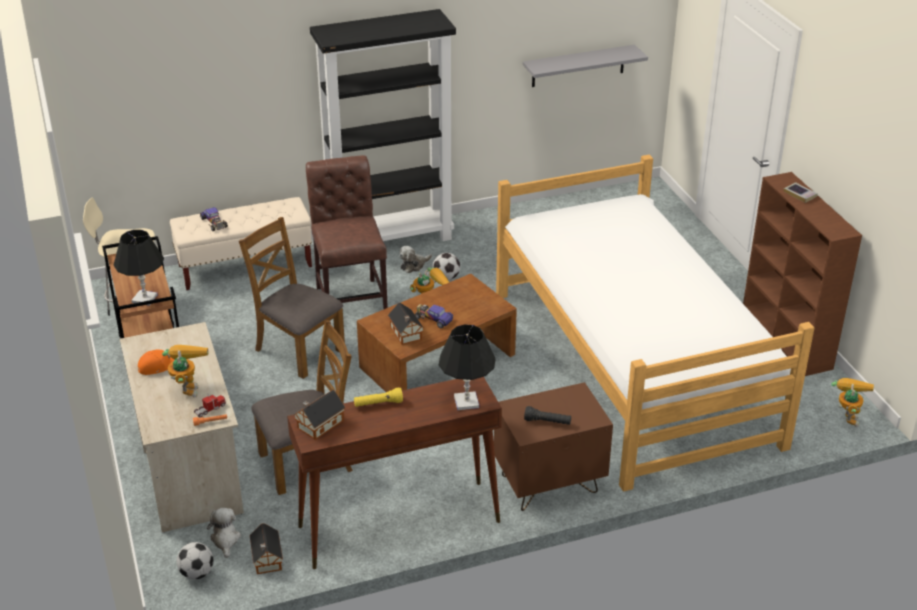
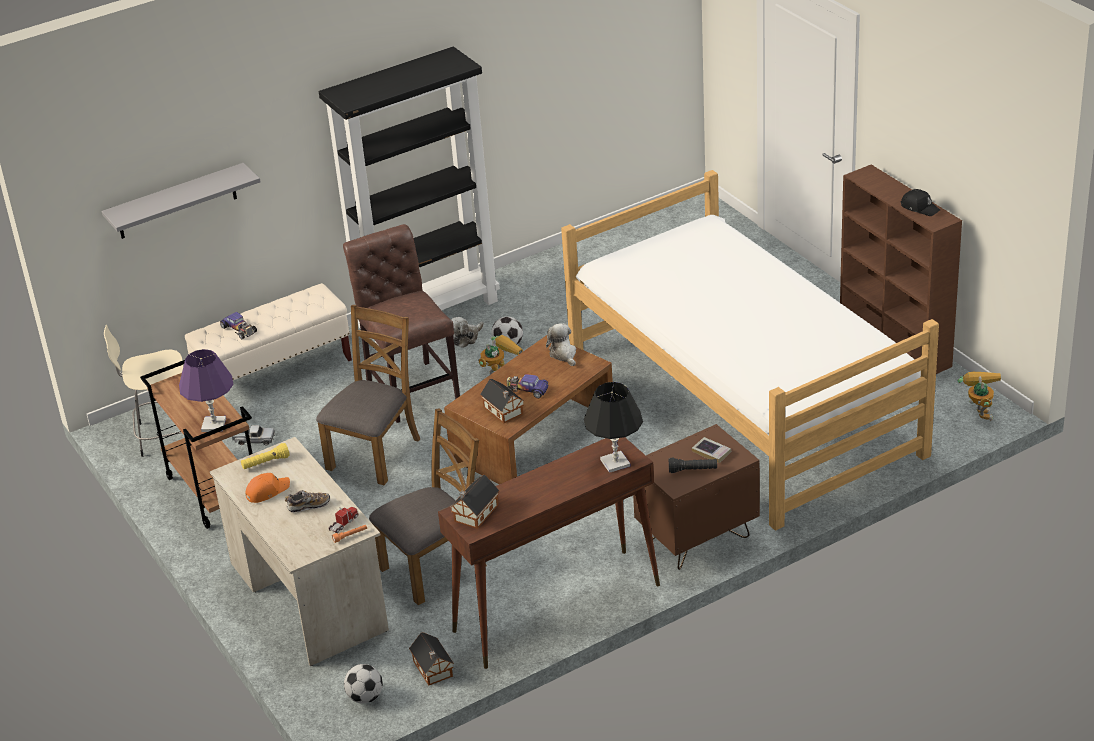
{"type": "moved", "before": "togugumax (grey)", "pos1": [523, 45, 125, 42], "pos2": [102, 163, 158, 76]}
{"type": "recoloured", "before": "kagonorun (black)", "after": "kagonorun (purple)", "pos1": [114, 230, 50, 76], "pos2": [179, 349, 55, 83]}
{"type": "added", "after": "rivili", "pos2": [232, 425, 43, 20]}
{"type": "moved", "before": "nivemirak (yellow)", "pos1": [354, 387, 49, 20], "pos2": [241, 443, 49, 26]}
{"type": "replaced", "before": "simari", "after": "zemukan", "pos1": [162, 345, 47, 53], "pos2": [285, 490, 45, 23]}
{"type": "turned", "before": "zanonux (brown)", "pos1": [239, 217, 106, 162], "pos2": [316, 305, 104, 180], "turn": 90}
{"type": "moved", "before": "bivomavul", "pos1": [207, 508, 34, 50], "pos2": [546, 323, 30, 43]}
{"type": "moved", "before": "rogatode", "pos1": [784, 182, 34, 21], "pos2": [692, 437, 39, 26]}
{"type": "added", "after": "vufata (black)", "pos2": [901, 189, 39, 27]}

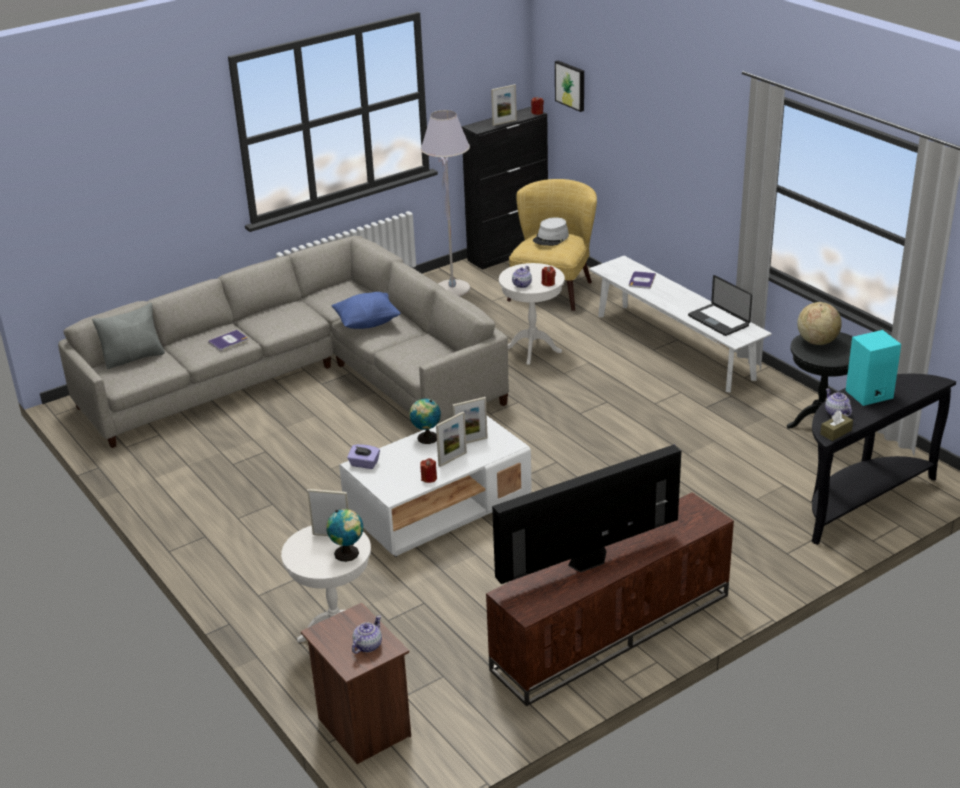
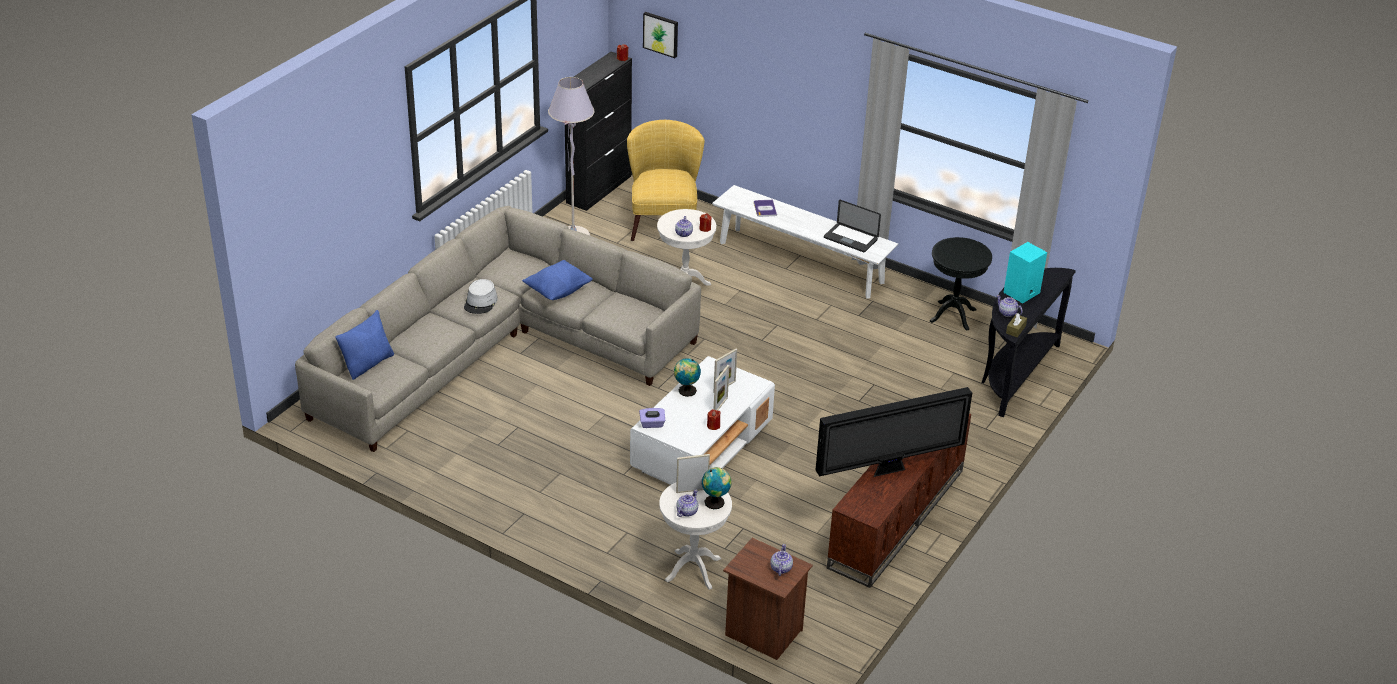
{"type": "recoloured", "before": "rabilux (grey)", "after": "rabilux (blue)", "pos1": [92, 302, 73, 67], "pos2": [336, 310, 58, 70]}
{"type": "moved", "before": "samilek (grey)", "pos1": [533, 217, 36, 29], "pos2": [464, 279, 34, 35]}
{"type": "added", "after": "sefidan", "pos2": [676, 490, 22, 27]}
{"type": "turned", "before": "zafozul", "pos1": [492, 445, 189, 139], "pos2": [816, 387, 156, 90], "turn": -150}
{"type": "removed", "before": "rogatode", "pos1": [208, 330, 40, 21]}
{"type": "removed", "before": "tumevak", "pos1": [491, 84, 26, 42]}
{"type": "removed", "before": "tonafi", "pos1": [797, 302, 45, 43]}

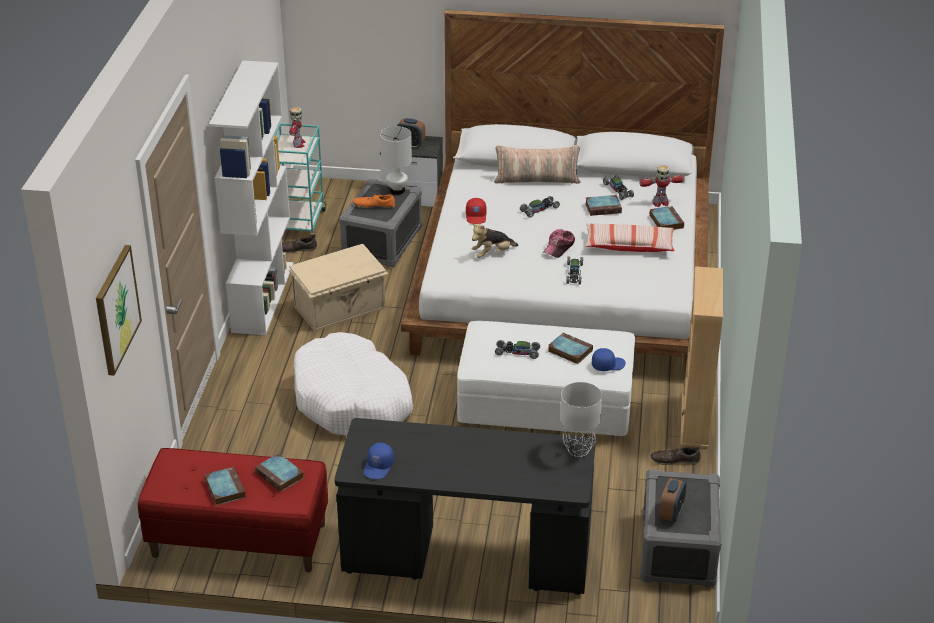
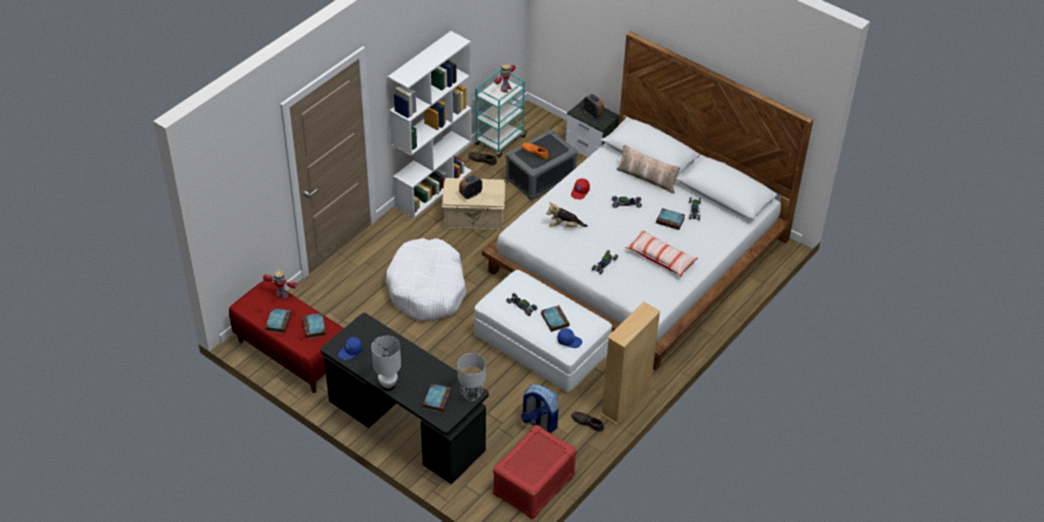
{"type": "moved", "before": "simari", "pos1": [639, 165, 45, 42], "pos2": [263, 270, 34, 31]}
{"type": "moved", "before": "kagonorun (white)", "pos1": [380, 126, 32, 69], "pos2": [371, 336, 30, 55]}
{"type": "moved", "before": "rogatode", "pos1": [649, 206, 35, 24], "pos2": [423, 384, 29, 29]}
{"type": "moved", "before": "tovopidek", "pos1": [659, 478, 27, 44], "pos2": [459, 174, 23, 25]}
{"type": "recoloured", "before": "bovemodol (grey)", "after": "bovemodol (red)", "pos1": [640, 469, 81, 118], "pos2": [493, 425, 84, 94]}
{"type": "added", "after": "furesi", "pos2": [521, 384, 37, 49]}
{"type": "removed", "before": "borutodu", "pos1": [96, 245, 46, 131]}
{"type": "removed", "before": "vufata", "pos1": [543, 229, 32, 29]}

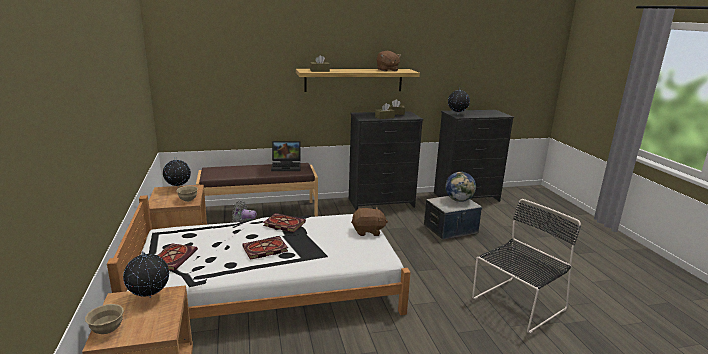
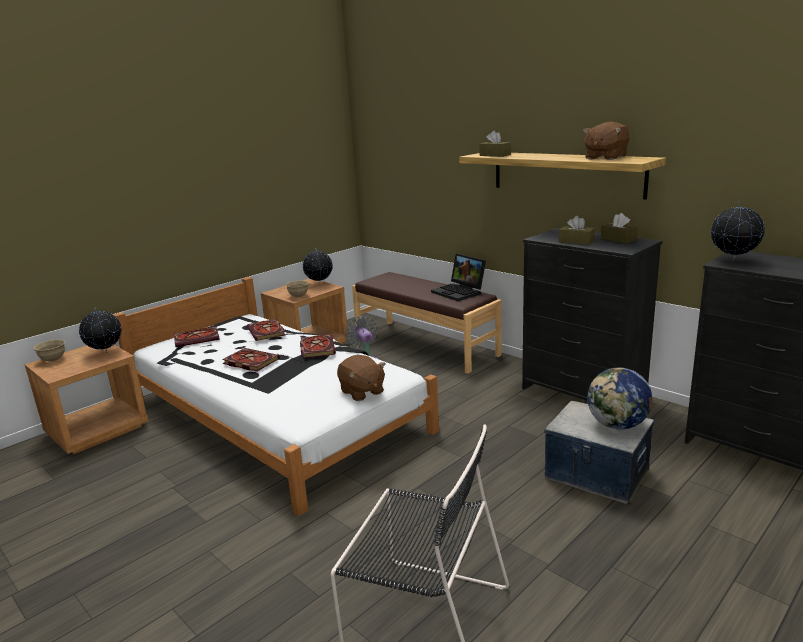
{"type": "added", "after": "rogatode", "pos2": [247, 319, 38, 22]}

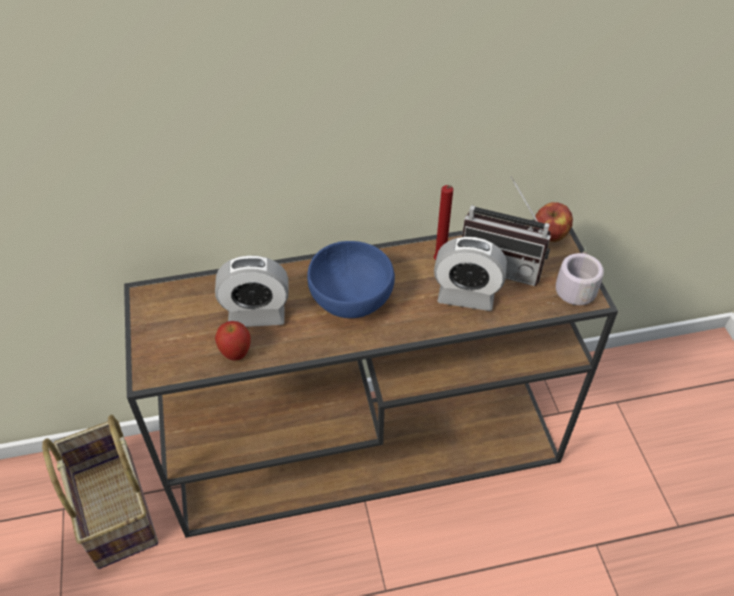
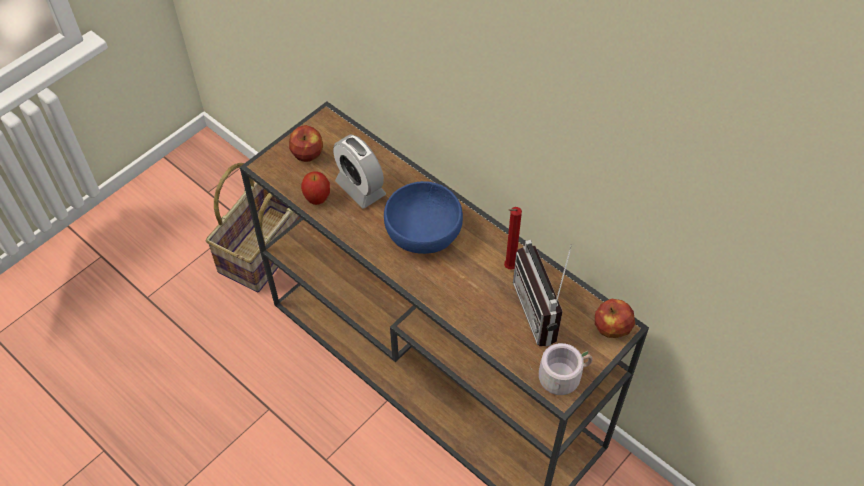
{"type": "added", "after": "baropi", "pos2": [289, 125, 34, 37]}
{"type": "removed", "before": "tovopidek", "pos1": [434, 237, 73, 74]}

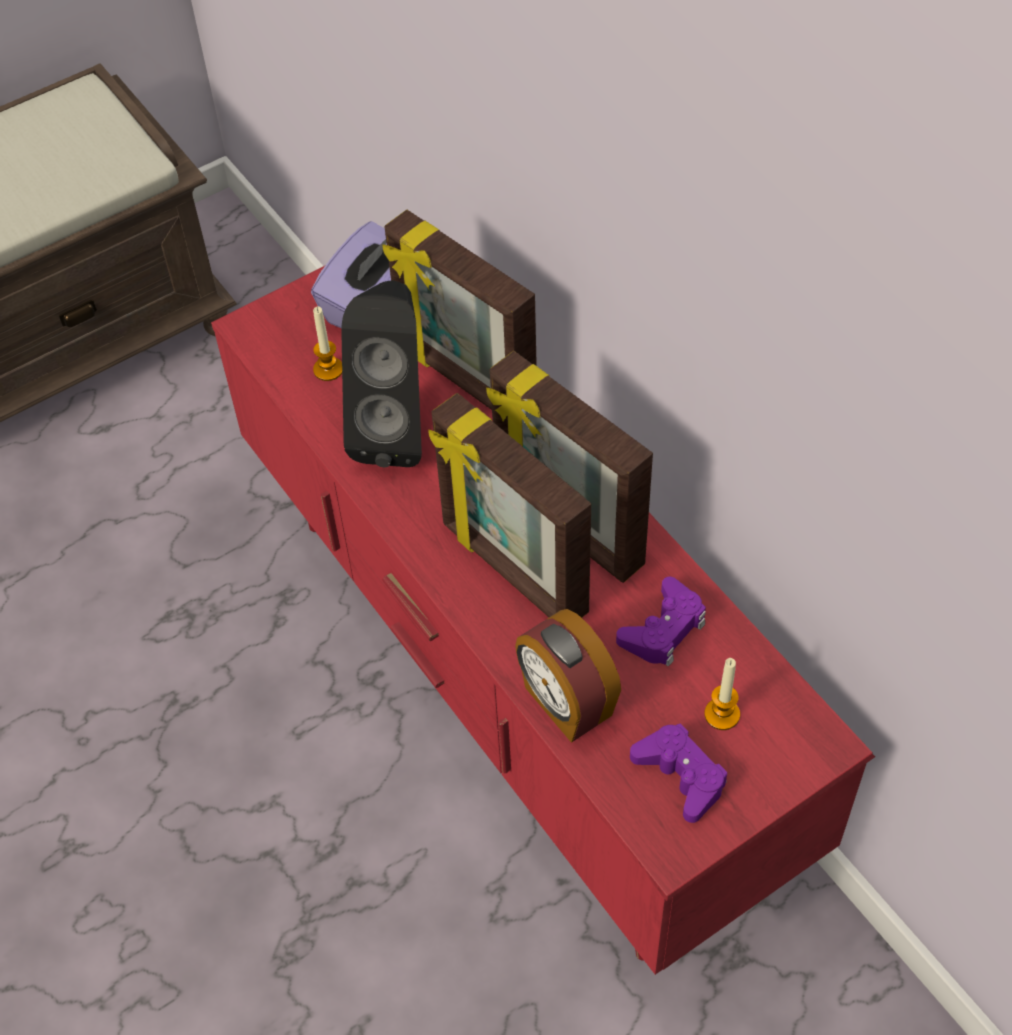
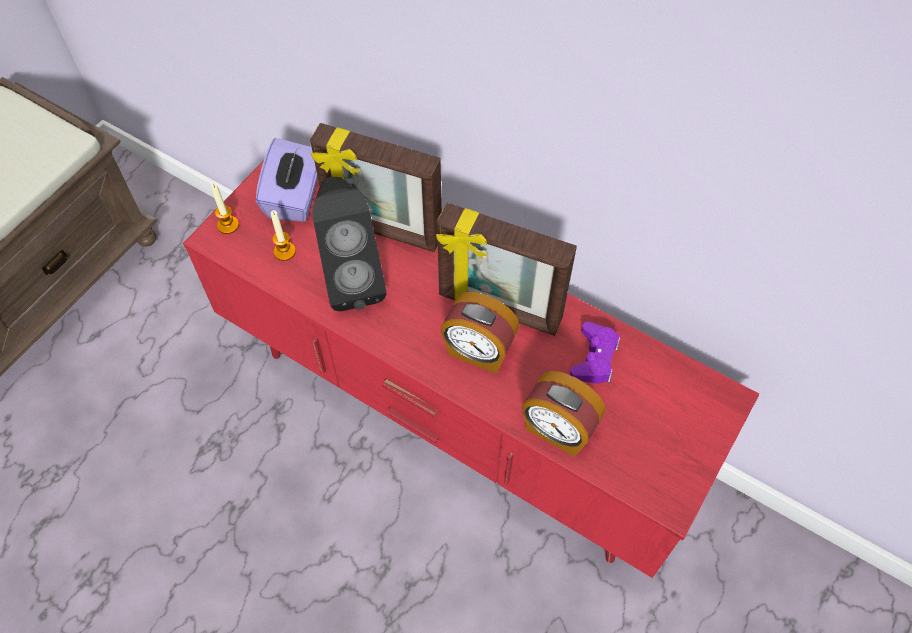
{"type": "moved", "before": "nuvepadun", "pos1": [704, 658, 36, 72], "pos2": [211, 183, 28, 51]}
{"type": "replaced", "before": "tumevak", "after": "tovopidek", "pos1": [428, 393, 163, 225], "pos2": [440, 292, 80, 82]}
{"type": "removed", "before": "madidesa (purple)", "pos1": [630, 724, 97, 99]}

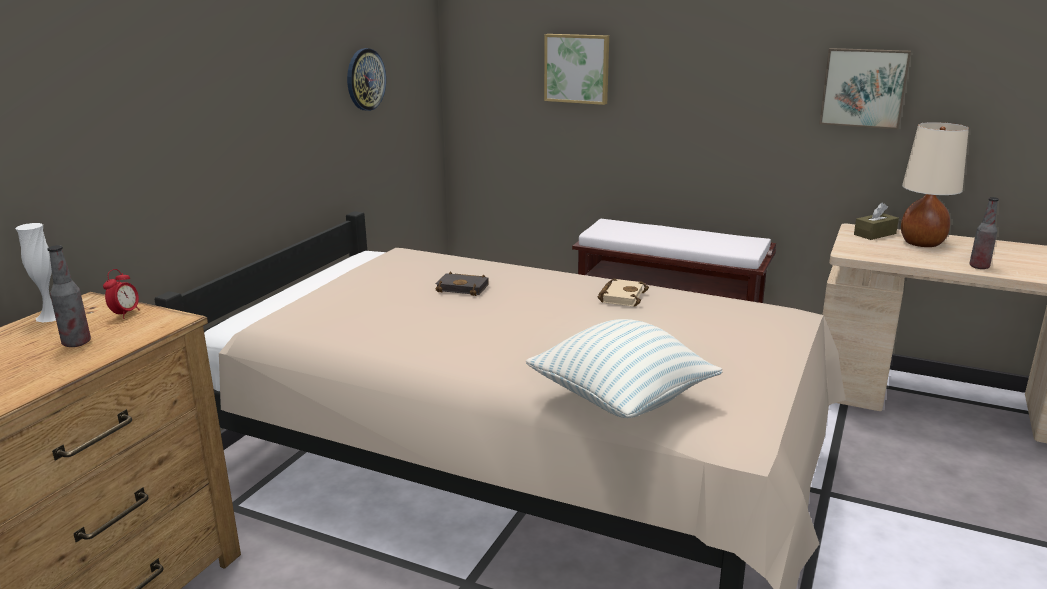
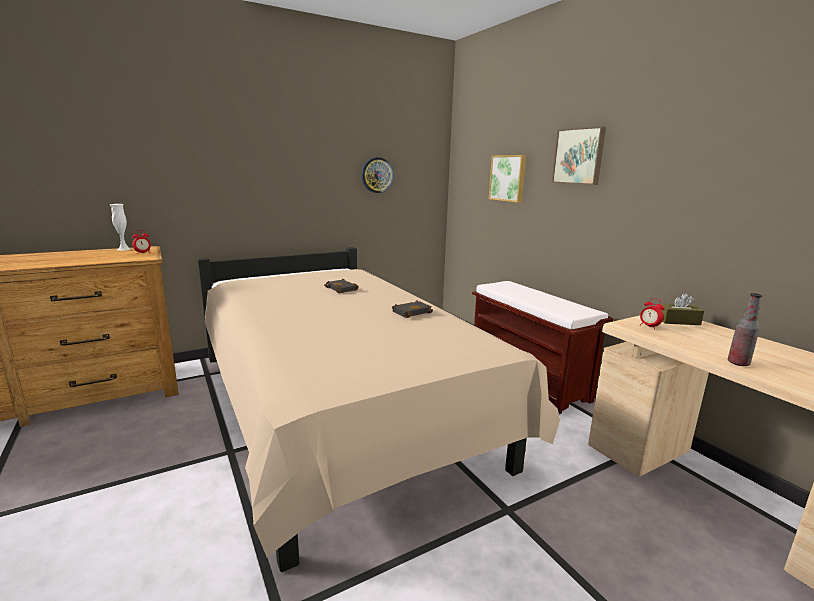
{"type": "recoloured", "before": "rogatode (beige)", "after": "rogatode (black)", "pos1": [598, 278, 51, 29], "pos2": [392, 300, 41, 18]}
{"type": "moved", "before": "borutodu", "pos1": [819, 48, 92, 81], "pos2": [552, 127, 54, 58]}
{"type": "added", "after": "tovopidek", "pos2": [640, 298, 25, 32]}
{"type": "removed", "before": "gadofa", "pos1": [47, 245, 44, 102]}
{"type": "removed", "before": "rabilux", "pos1": [526, 319, 197, 99]}
{"type": "removed", "before": "kagonorun (beige)", "pos1": [901, 122, 68, 125]}

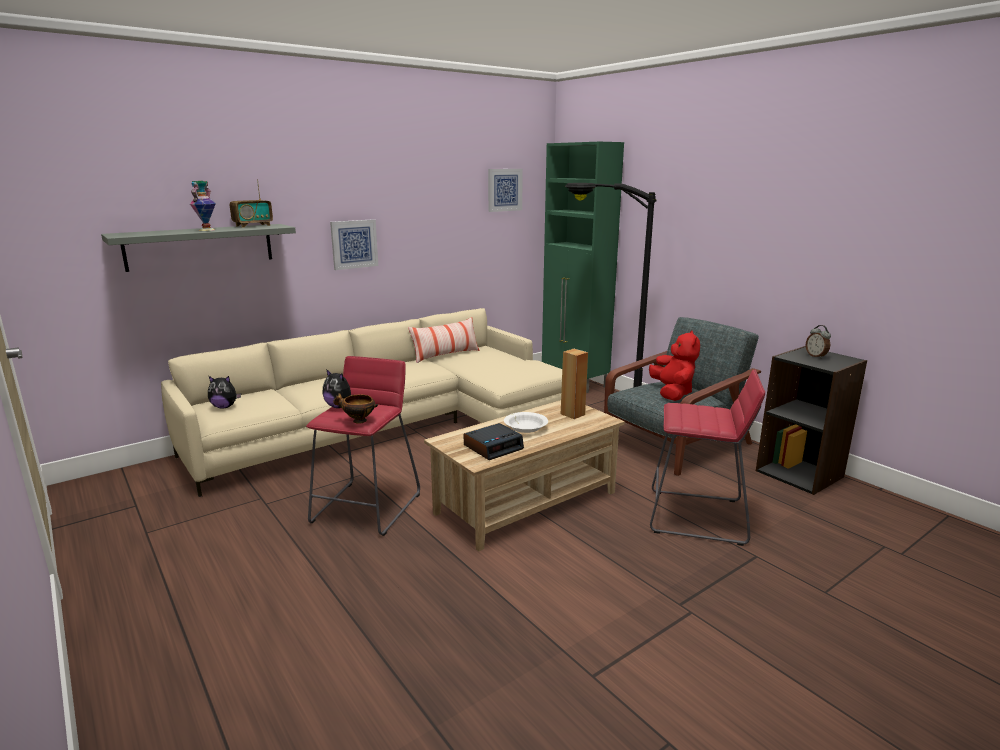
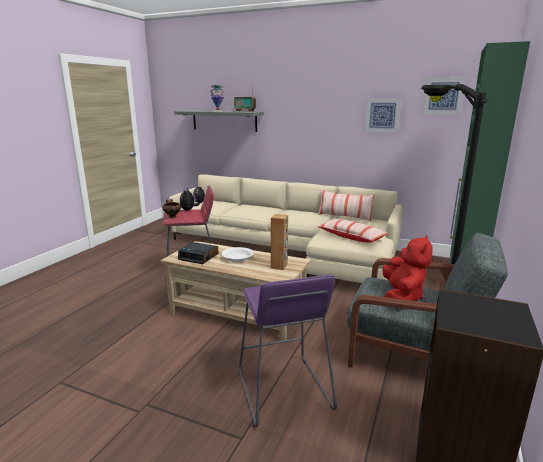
{"type": "recoloured", "before": "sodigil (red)", "after": "sodigil (purple)", "pos1": [650, 370, 115, 176], "pos2": [239, 274, 98, 153]}
{"type": "added", "after": "rabilux", "pos2": [317, 219, 72, 24]}
{"type": "moved", "before": "borutodu", "pos1": [330, 219, 48, 51], "pos2": [364, 98, 38, 35]}
{"type": "turned", "before": "bivomavul (red)", "pos1": [649, 330, 51, 71], "pos2": [383, 235, 49, 66], "turn": -45}
{"type": "removed", "before": "tovopidek", "pos1": [806, 325, 25, 34]}

